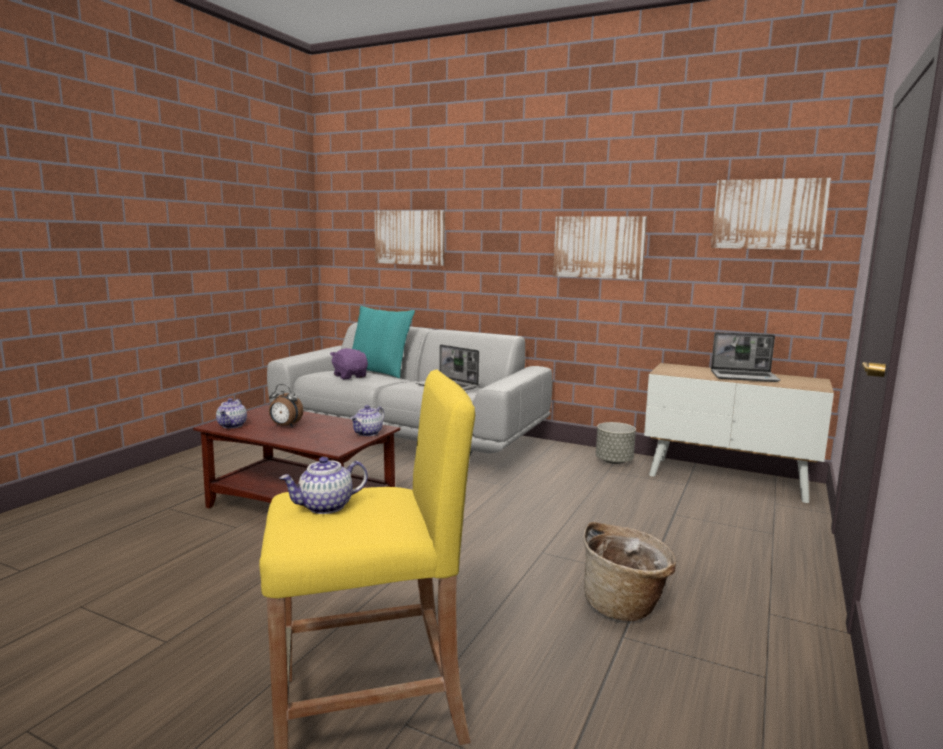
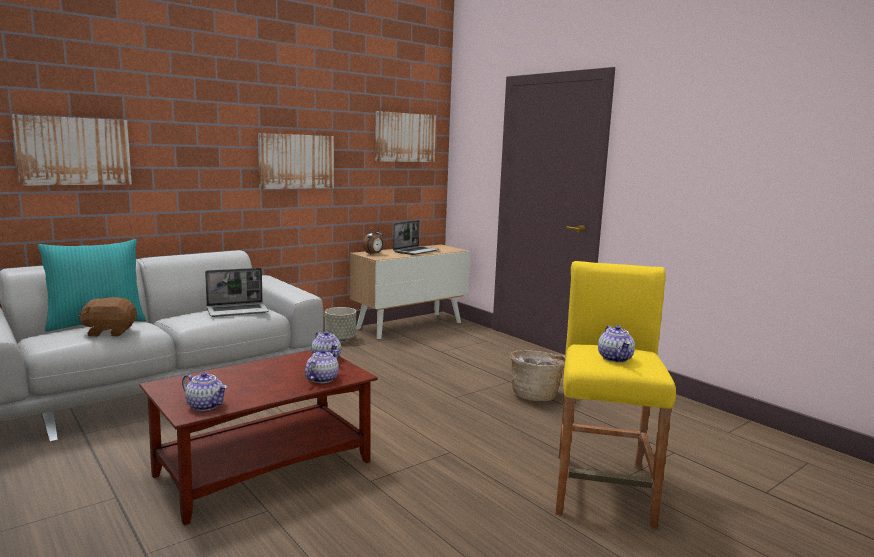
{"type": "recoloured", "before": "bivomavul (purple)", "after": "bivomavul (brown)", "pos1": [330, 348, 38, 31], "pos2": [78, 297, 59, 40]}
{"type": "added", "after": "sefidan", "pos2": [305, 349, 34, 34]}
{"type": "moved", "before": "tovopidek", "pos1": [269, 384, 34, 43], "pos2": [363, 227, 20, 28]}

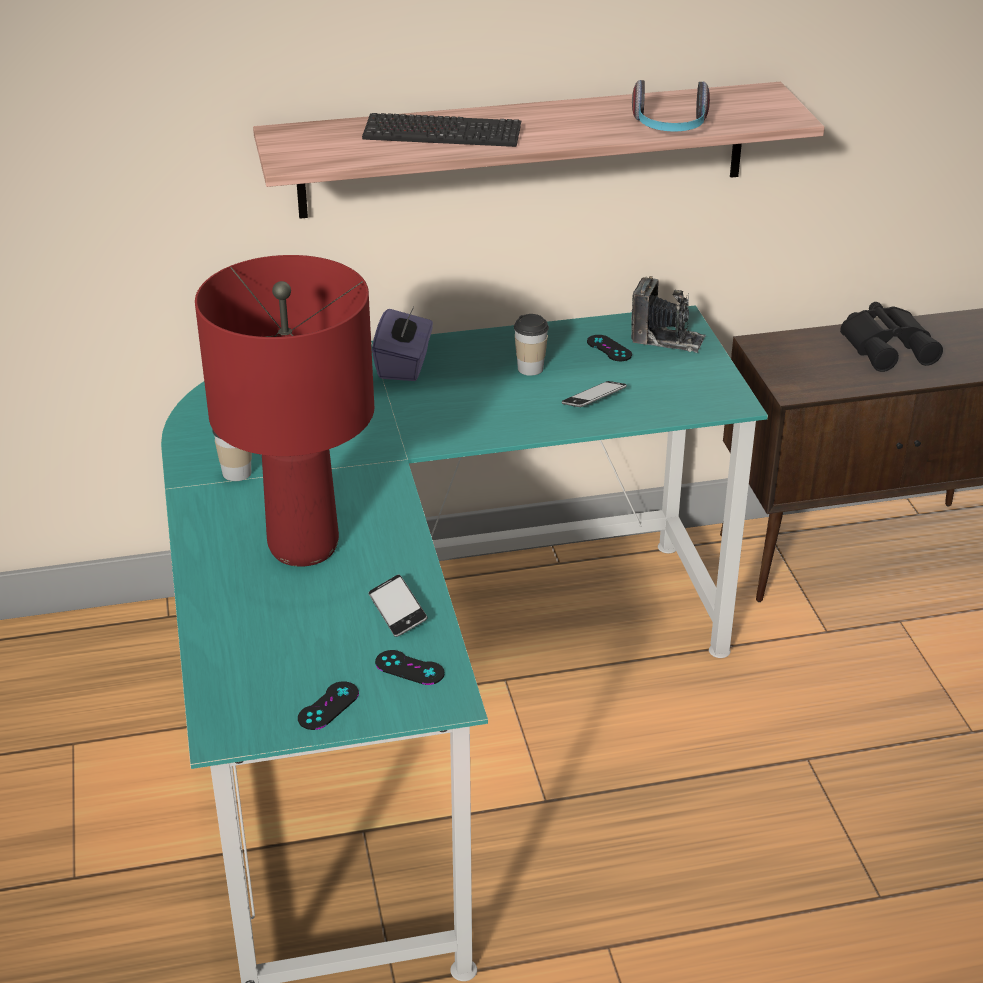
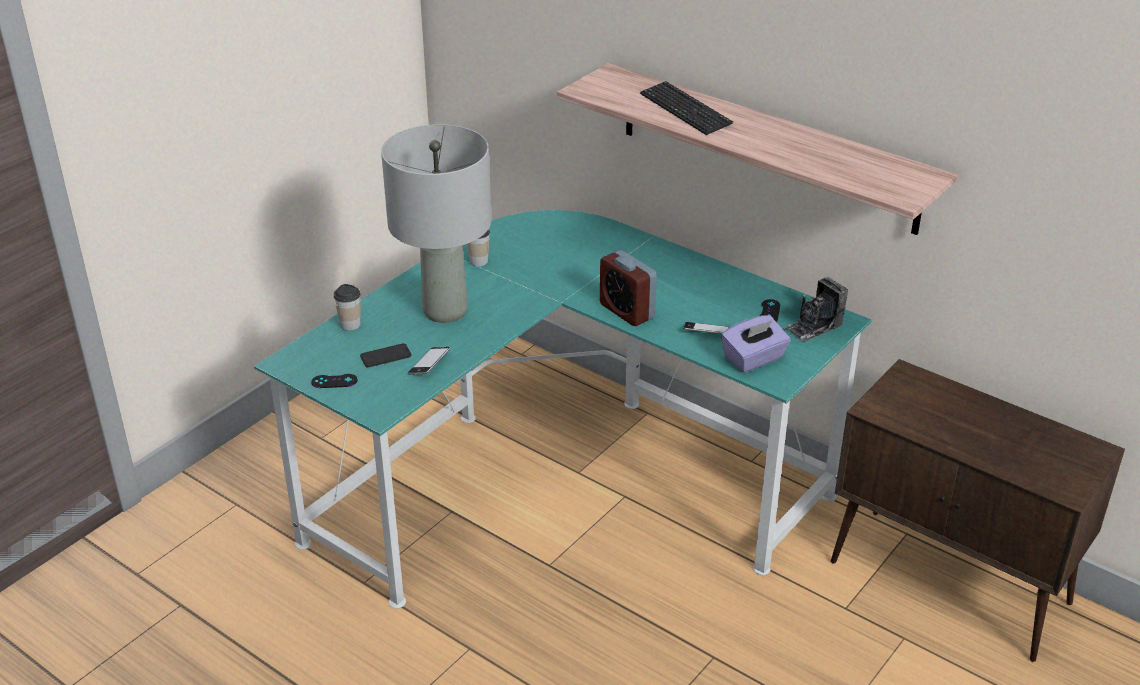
{"type": "moved", "before": "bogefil", "pos1": [514, 314, 35, 62], "pos2": [334, 284, 27, 47]}
{"type": "added", "after": "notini", "pos2": [360, 343, 52, 24]}
{"type": "recoloured", "before": "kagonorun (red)", "after": "kagonorun (grey)", "pos1": [195, 255, 179, 312], "pos2": [381, 124, 111, 199]}
{"type": "added", "after": "tovopidek", "pos2": [600, 250, 57, 76]}
{"type": "moved", "before": "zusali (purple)", "pos1": [372, 305, 61, 76], "pos2": [721, 315, 70, 58]}
{"type": "turned", "before": "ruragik", "pos1": [631, 276, 75, 77], "pos2": [784, 277, 64, 65], "turn": 75}
{"type": "removed", "before": "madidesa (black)", "pos1": [375, 650, 70, 35]}
{"type": "removed", "before": "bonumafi", "pos1": [632, 80, 78, 51]}
{"type": "removed", "before": "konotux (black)", "pos1": [840, 302, 103, 70]}

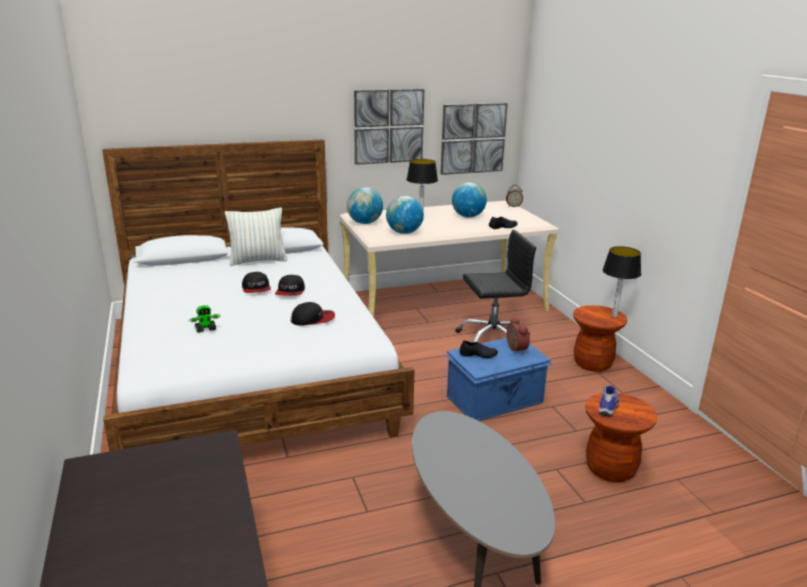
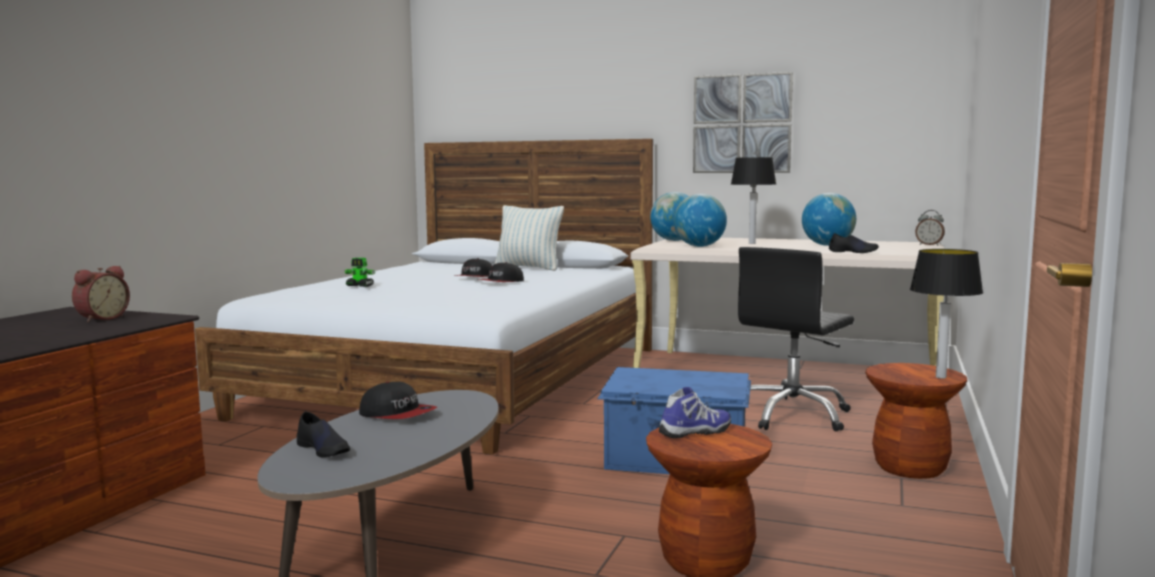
{"type": "moved", "before": "tovopidek", "pos1": [506, 317, 24, 37], "pos2": [72, 266, 58, 56]}
{"type": "moved", "before": "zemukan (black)", "pos1": [459, 340, 39, 18], "pos2": [297, 411, 53, 46]}
{"type": "moved", "before": "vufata", "pos1": [291, 302, 44, 24], "pos2": [359, 382, 78, 37]}
{"type": "turned", "before": "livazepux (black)", "pos1": [455, 230, 81, 113], "pos2": [738, 247, 116, 184], "turn": 105}
{"type": "removed", "before": "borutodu", "pos1": [441, 103, 67, 72]}

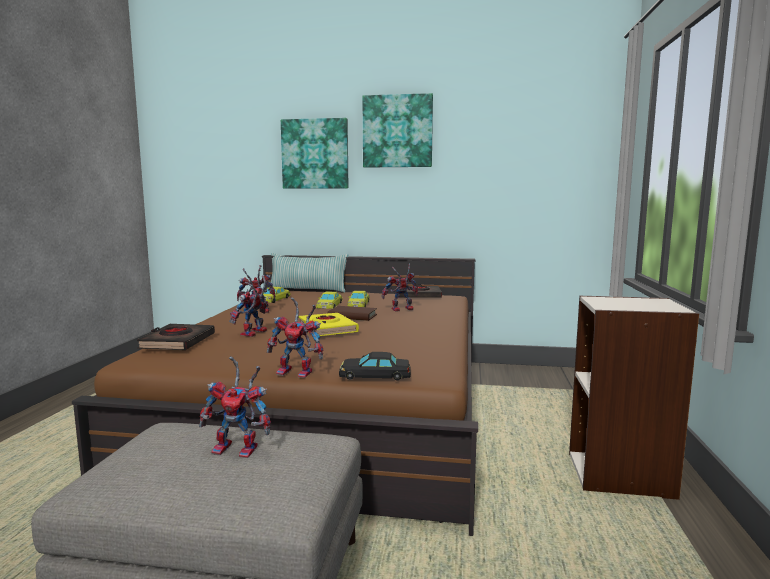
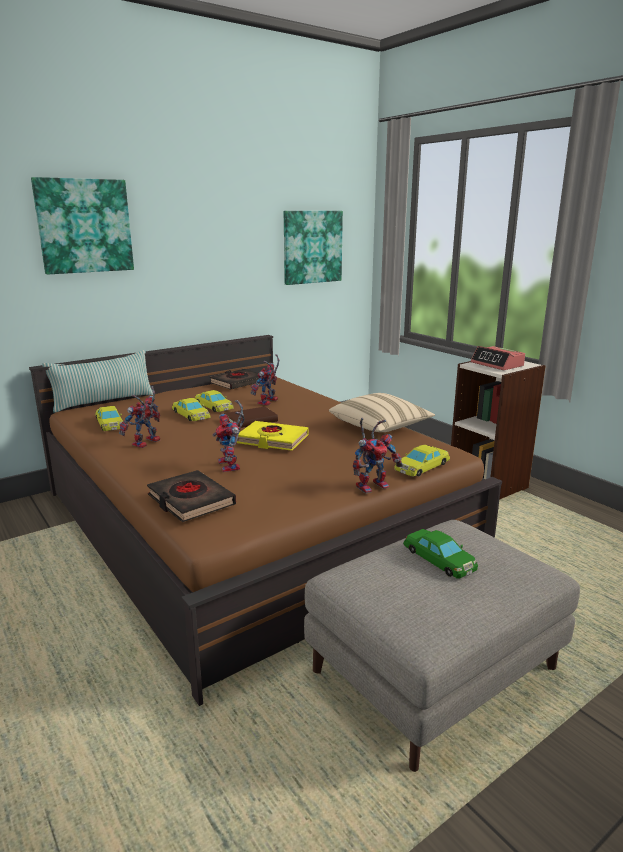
{"type": "moved", "before": "borutodu", "pos1": [363, 93, 70, 75], "pos2": [284, 211, 59, 74]}
{"type": "added", "after": "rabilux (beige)", "pos2": [329, 393, 106, 39]}
{"type": "recoloured", "before": "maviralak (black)", "after": "maviralak (yellow)", "pos1": [339, 352, 72, 28], "pos2": [394, 445, 56, 32]}
{"type": "replaced", "before": "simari", "after": "maviralak (green)", "pos1": [199, 356, 72, 102], "pos2": [403, 529, 75, 50]}
{"type": "added", "after": "tovopidek", "pos2": [471, 346, 54, 24]}

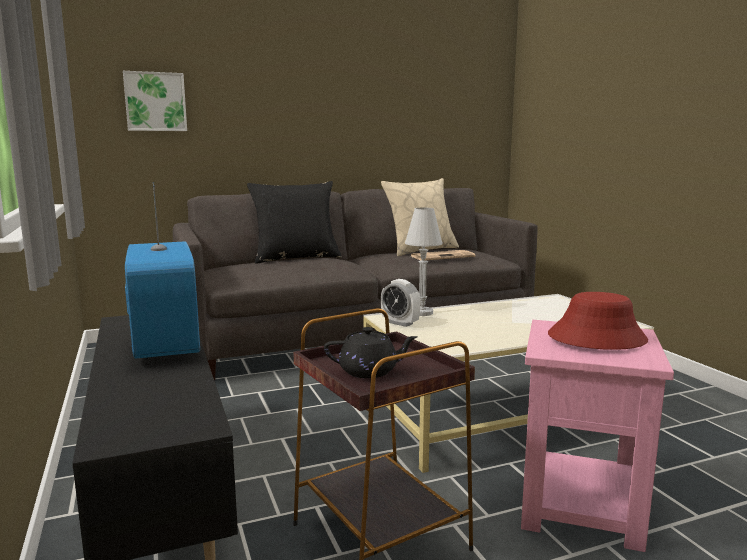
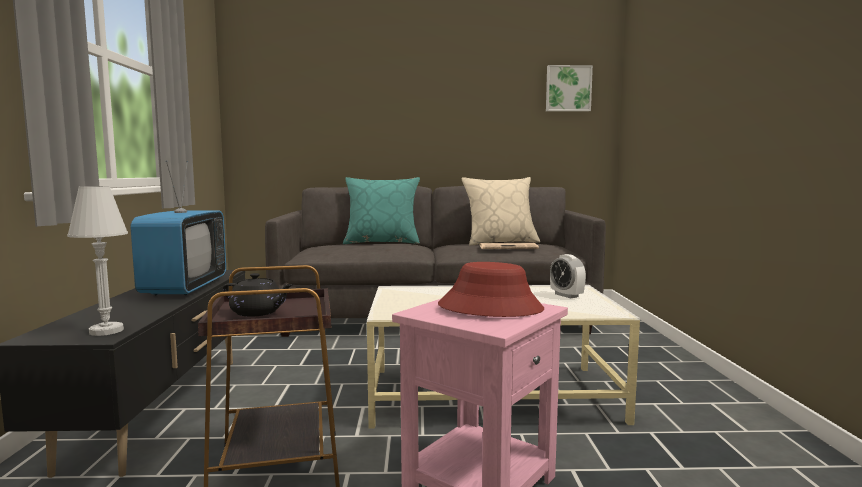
{"type": "moved", "before": "kagonorun (white)", "pos1": [405, 208, 38, 108], "pos2": [67, 186, 61, 150]}
{"type": "recoloured", "before": "rabilux (black)", "after": "rabilux (turquoise)", "pos1": [247, 181, 95, 83], "pos2": [343, 177, 77, 67]}
{"type": "moved", "before": "borutodu", "pos1": [123, 71, 64, 60], "pos2": [546, 65, 47, 47]}
{"type": "moved", "before": "tovopidek", "pos1": [381, 279, 40, 48], "pos2": [550, 254, 36, 44]}

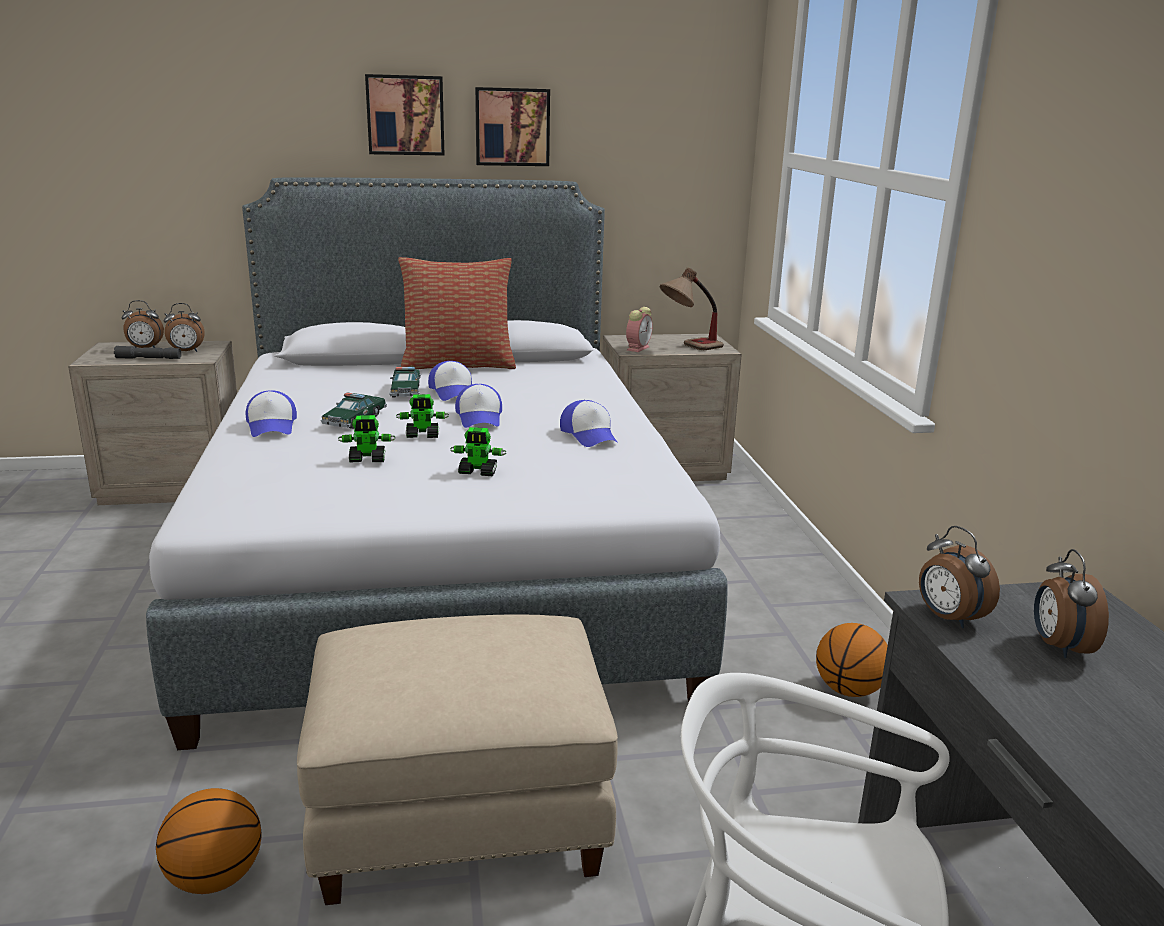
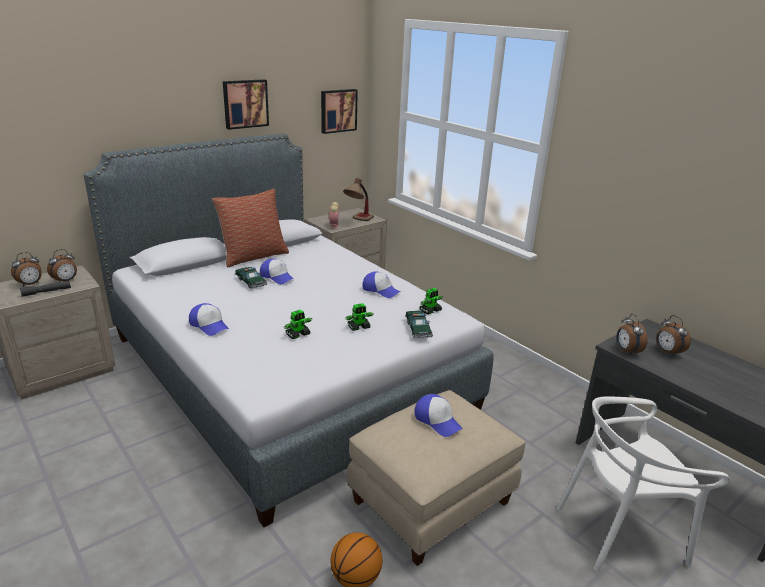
{"type": "moved", "before": "borutodu", "pos1": [365, 74, 79, 82], "pos2": [321, 89, 37, 45]}
{"type": "moved", "before": "maviralak", "pos1": [321, 393, 66, 36], "pos2": [405, 311, 28, 27]}
{"type": "moved", "before": "vufata", "pos1": [455, 384, 47, 44], "pos2": [414, 394, 49, 43]}
{"type": "moved", "before": "simari", "pos1": [396, 394, 53, 44], "pos2": [419, 288, 24, 26]}
{"type": "turned", "before": "tovopidek", "pos1": [919, 526, 81, 102], "pos2": [617, 314, 31, 41], "turn": 45}
{"type": "removed", "before": "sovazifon", "pos1": [816, 623, 72, 74]}

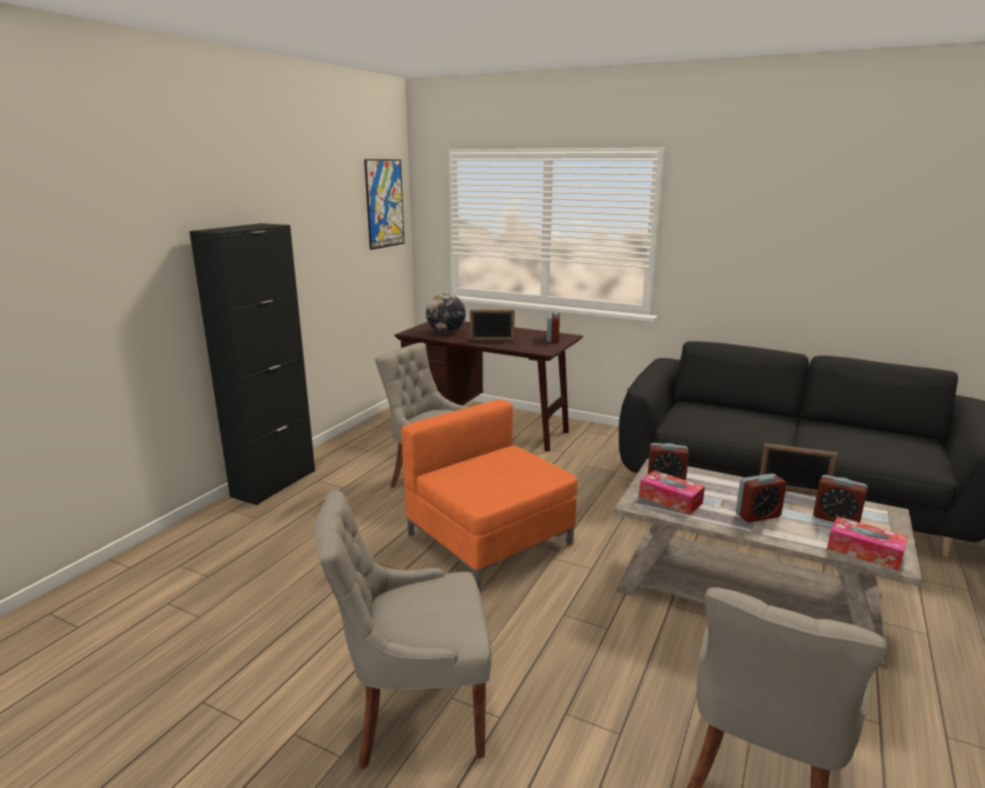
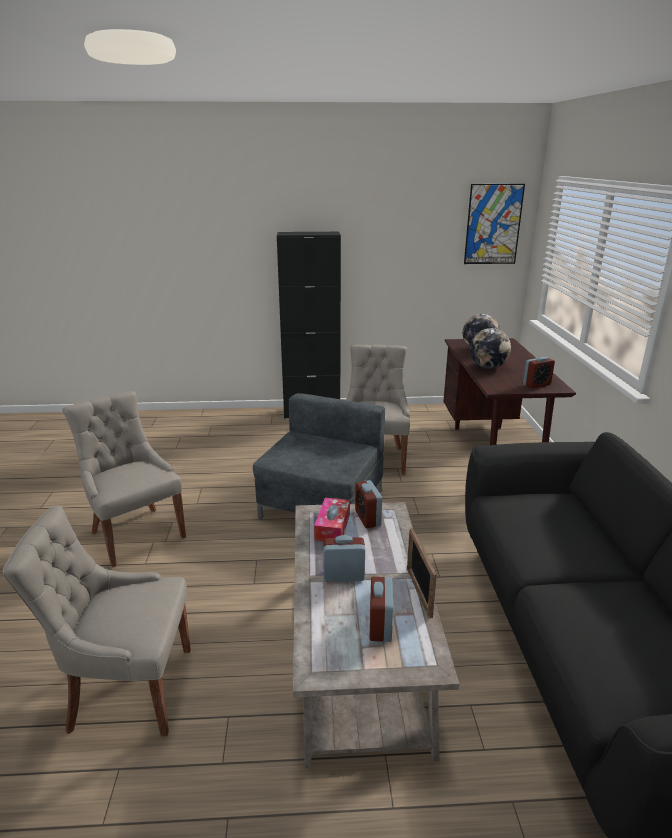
{"type": "recoloured", "before": "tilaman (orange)", "after": "tilaman (grey)", "pos1": [401, 399, 177, 190], "pos2": [253, 393, 132, 125]}
{"type": "turned", "before": "tovopidek", "pos1": [736, 473, 51, 49], "pos2": [323, 535, 42, 47], "turn": 135}
{"type": "replaced", "before": "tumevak", "after": "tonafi", "pos1": [470, 309, 45, 32], "pos2": [470, 328, 41, 41]}
{"type": "removed", "before": "zusali", "pos1": [827, 516, 81, 55]}

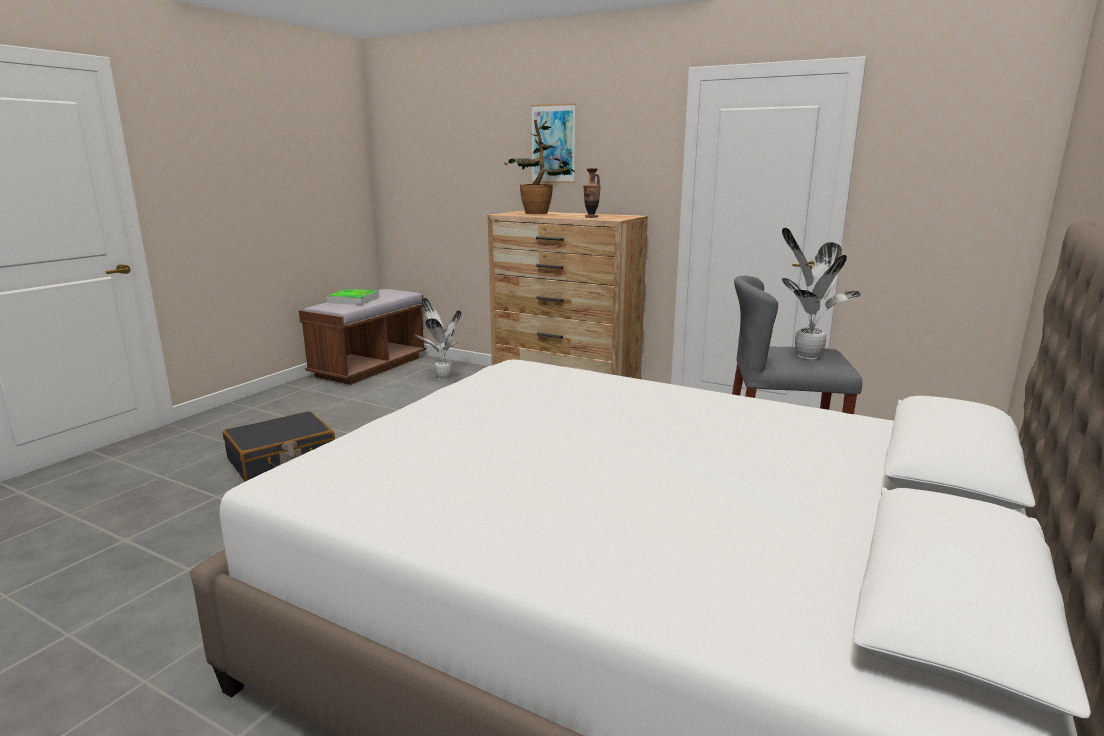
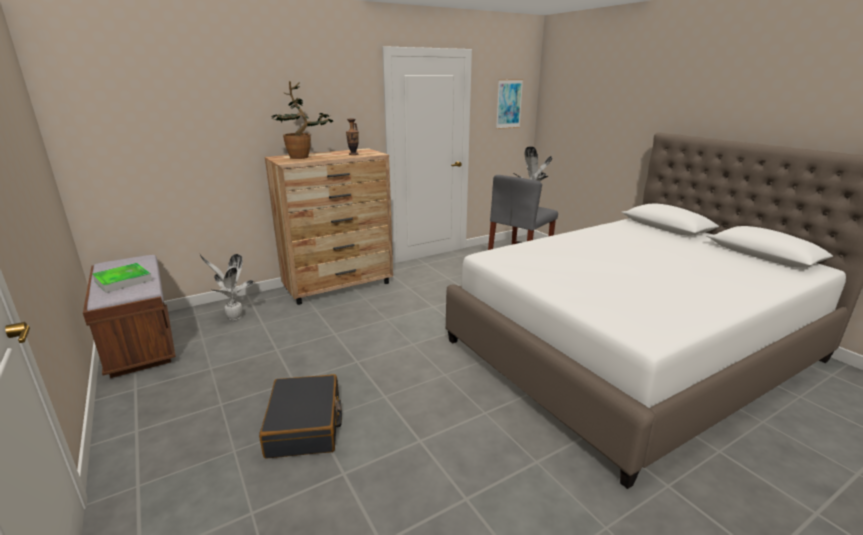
{"type": "moved", "before": "borutodu", "pos1": [531, 103, 44, 80], "pos2": [496, 79, 27, 50]}

